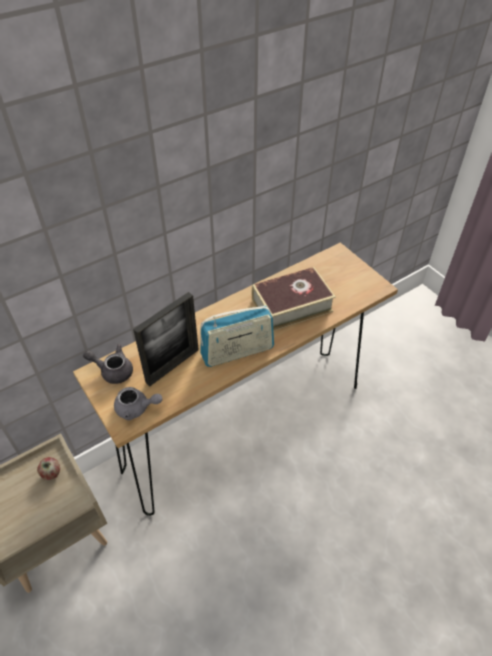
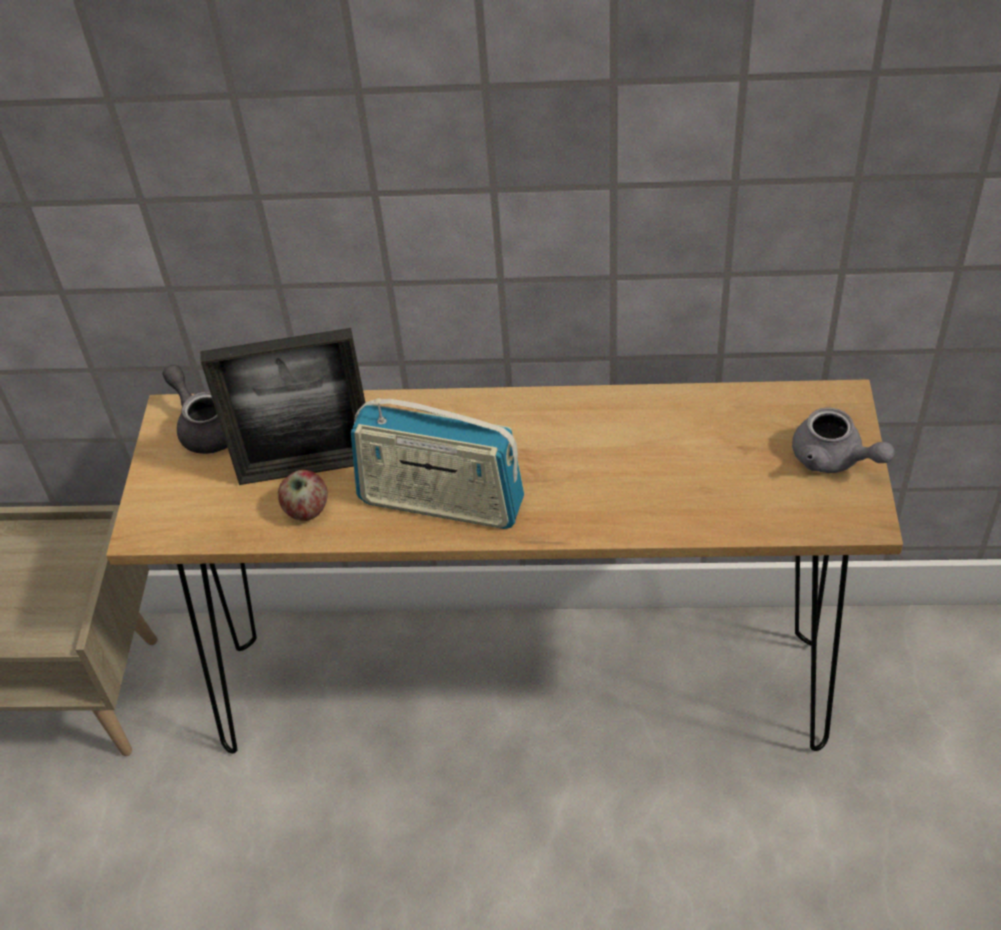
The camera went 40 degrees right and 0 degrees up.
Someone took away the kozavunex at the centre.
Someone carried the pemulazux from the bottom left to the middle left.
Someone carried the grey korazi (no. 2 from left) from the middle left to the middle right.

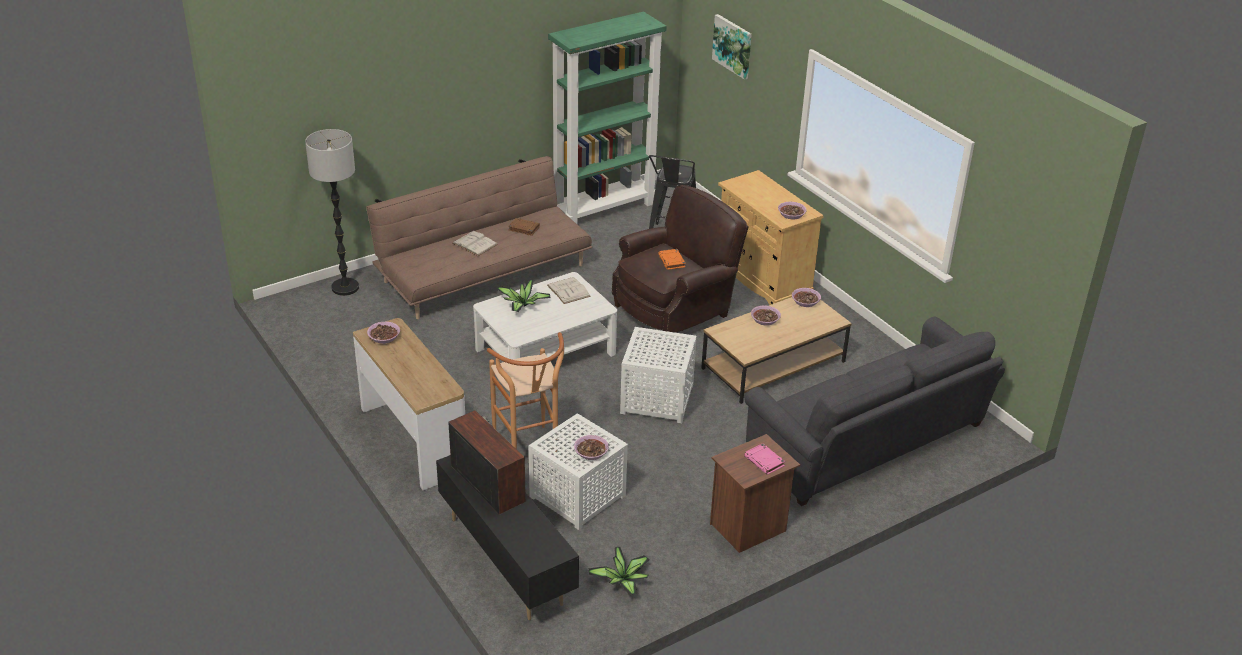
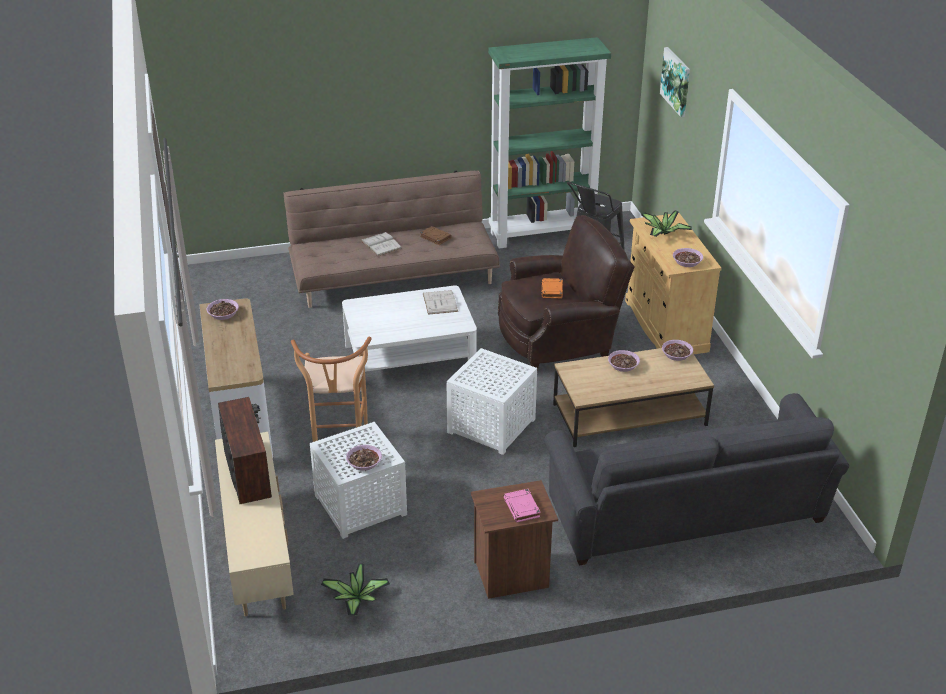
The camera went 20 degrees right and 0 degrees up.
Someone took away the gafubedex at the top left.
Someone carried the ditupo (no. 1 from left in the first image) from the centre to the top right.
Someone repainted the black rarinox at the bottom centre, which became the beige rarinox at the bottom left.

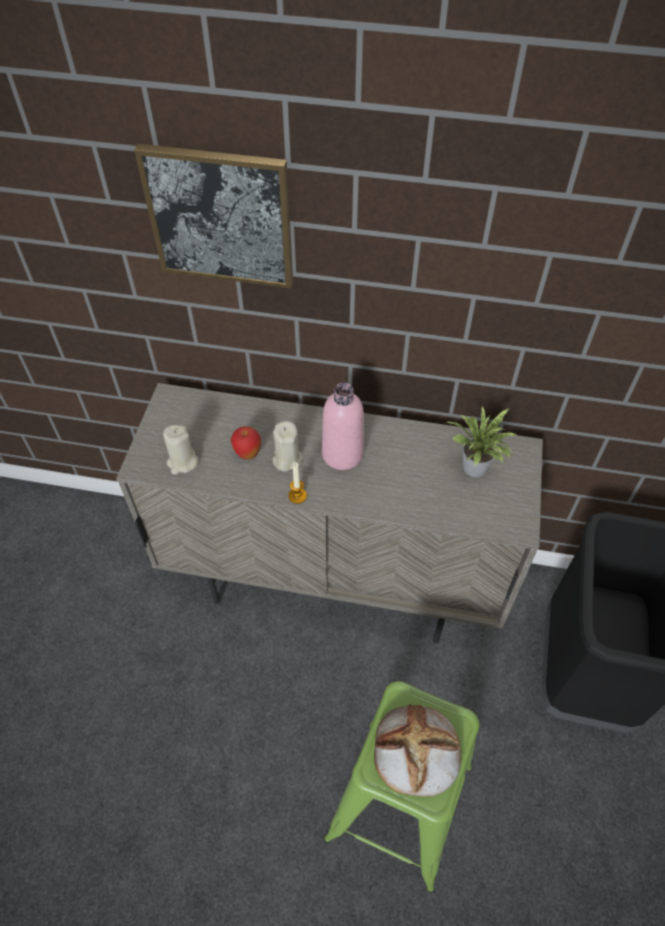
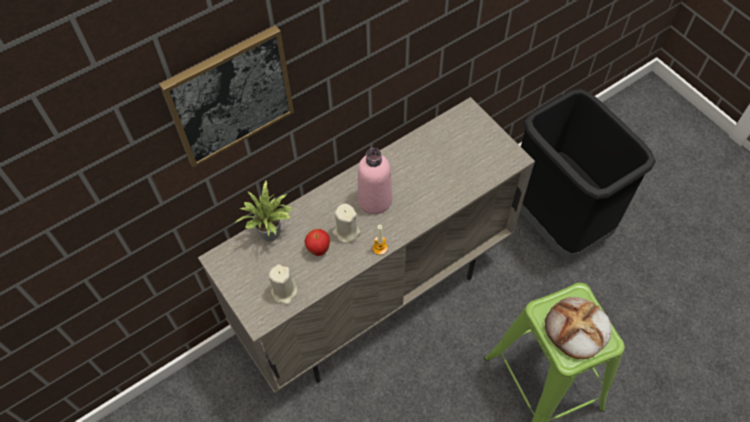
The camera went 45 degrees left and 5 degrees up.
Someone carried the ditupo from the middle right to the centre.

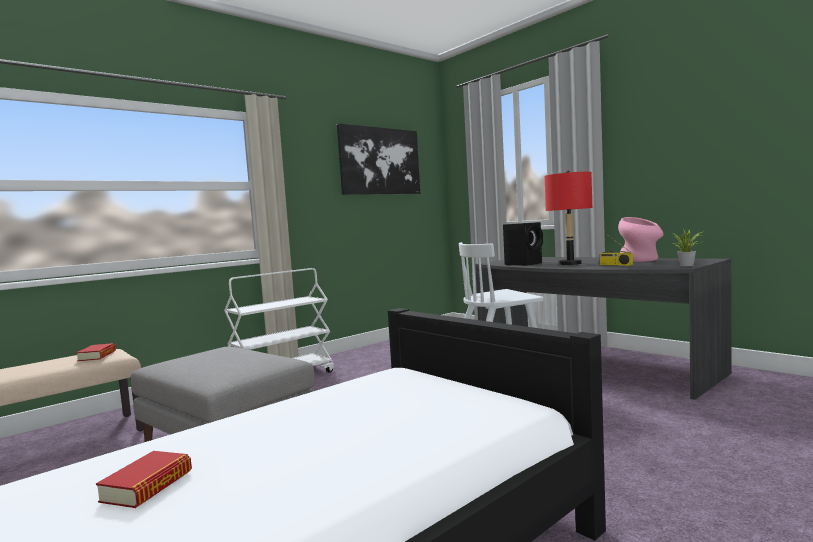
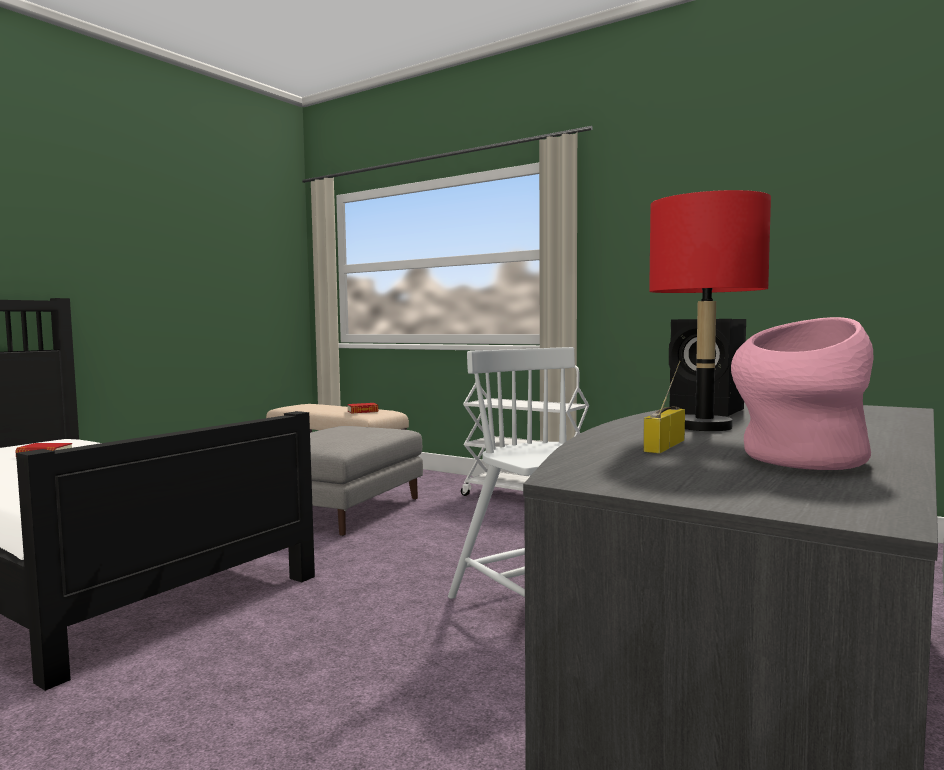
The camera went 75 degrees right and 0 degrees up.
Someone took away the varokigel at the top centre.
Someone took away the ditupo at the middle right.

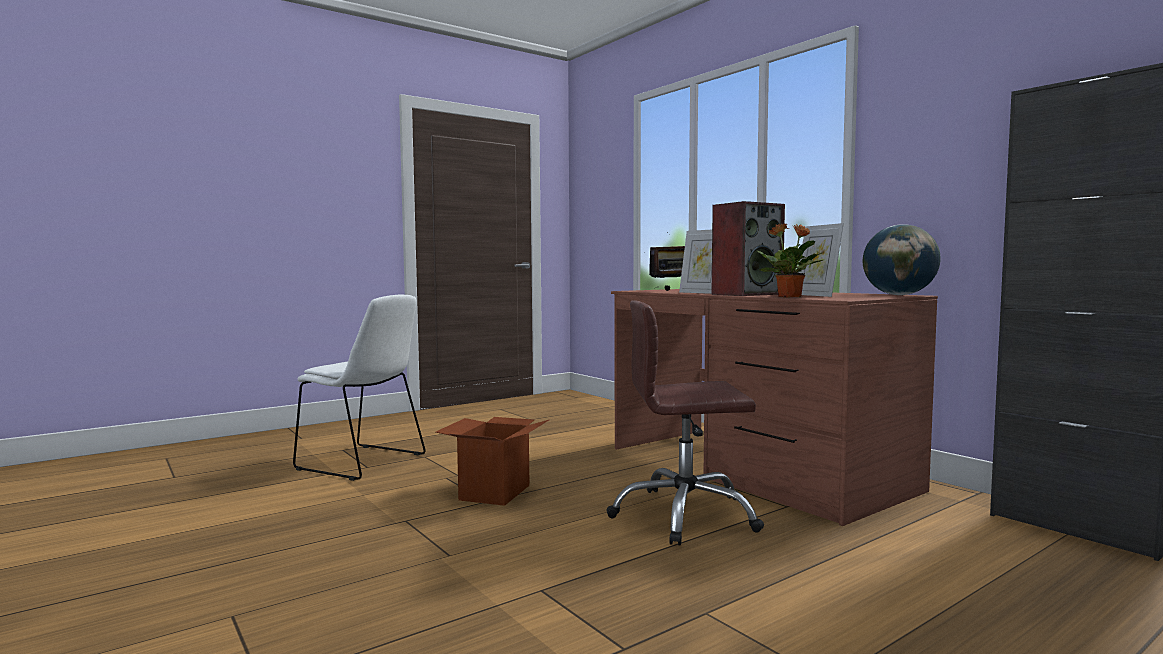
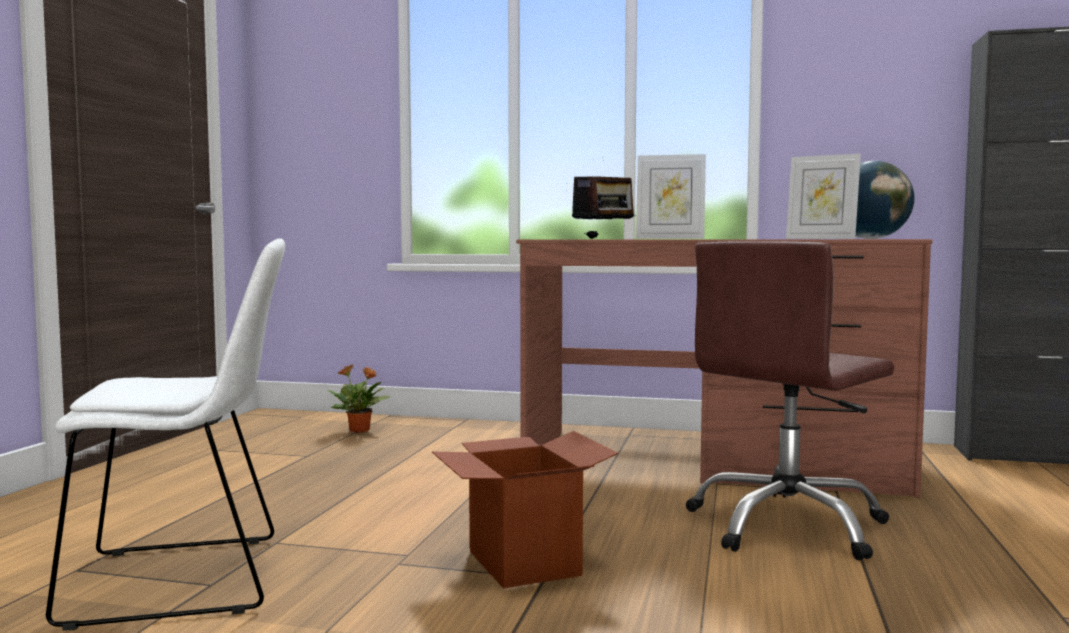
The camera went 40 degrees left and 0 degrees up.
Someone took away the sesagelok at the centre.
Someone carried the ditupo from the middle right to the centre.

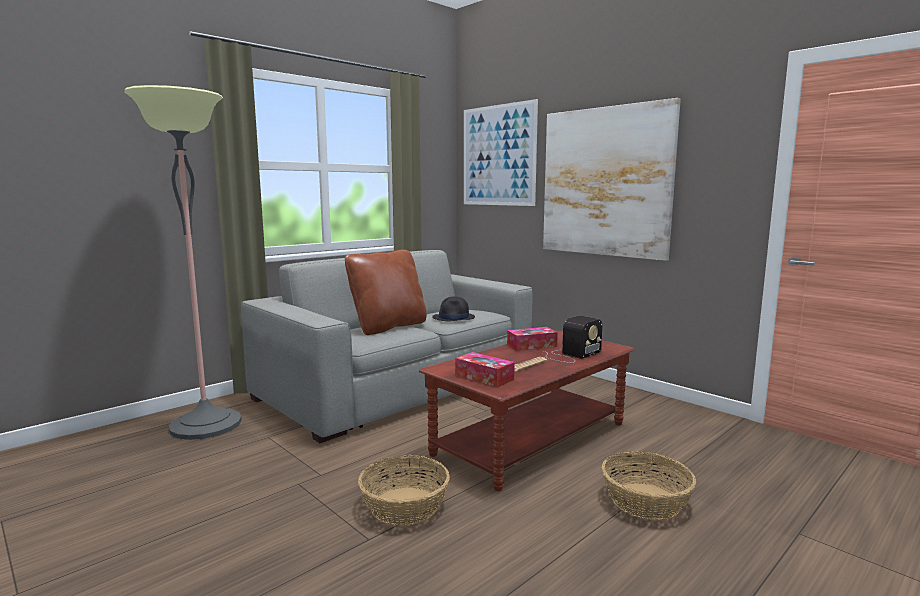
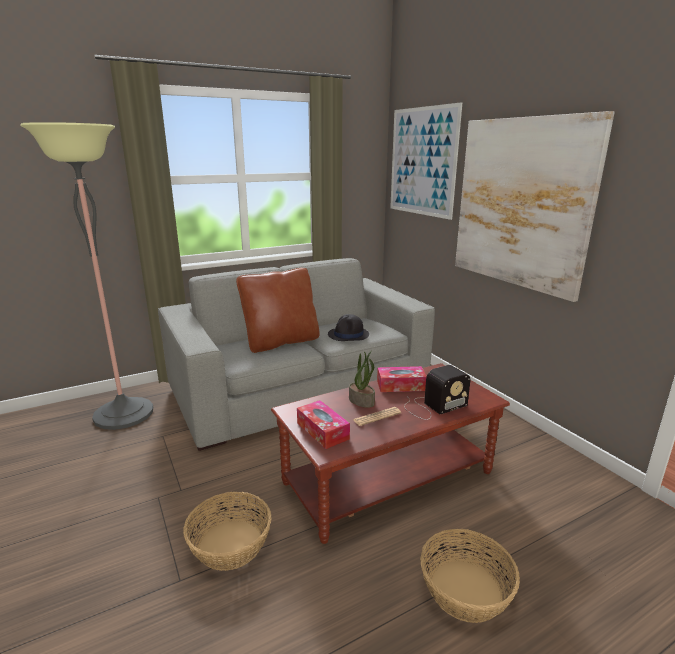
The camera went 15 degrees right and 10 degrees up.
Someone put down the ditupo at the centre.

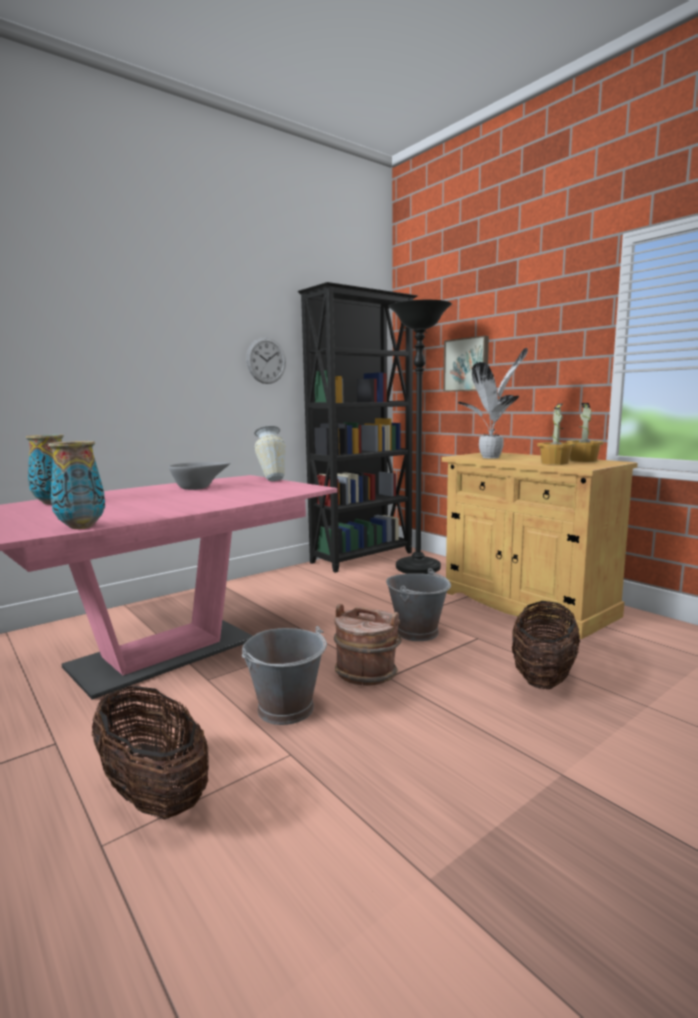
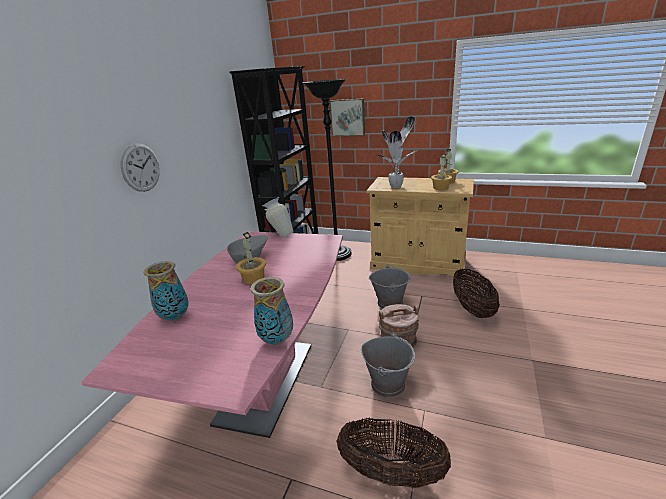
The camera went 30 degrees left and 15 degrees up.
Someone put down the ditupo (no. 1 from left) at the centre.
Someone carried the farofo from the centre to the middle left.

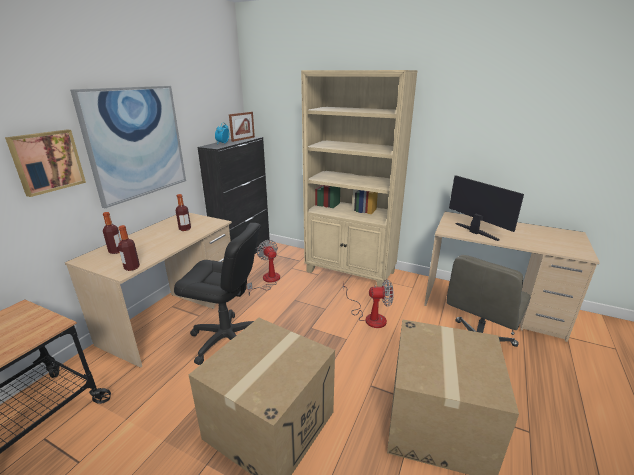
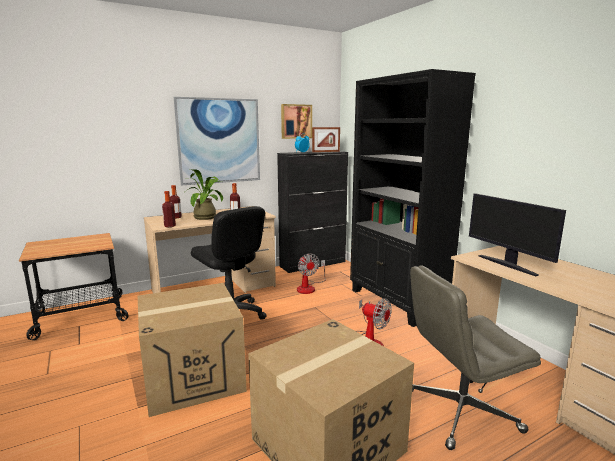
The camera went 35 degrees right and 10 degrees down.
Someone put down the ditupo at the middle left.
Someone carried the varokigel (no. 1 from left in the first image) from the middle left to the top centre.
Someone repainted the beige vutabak at the centre, which became the black vutabak at the middle right.
Someone rotated the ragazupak (no. 1 from left) at the centre by 150 degrees clockwise.
Someone rotated the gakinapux at the middle right by 150 degrees clockwise.

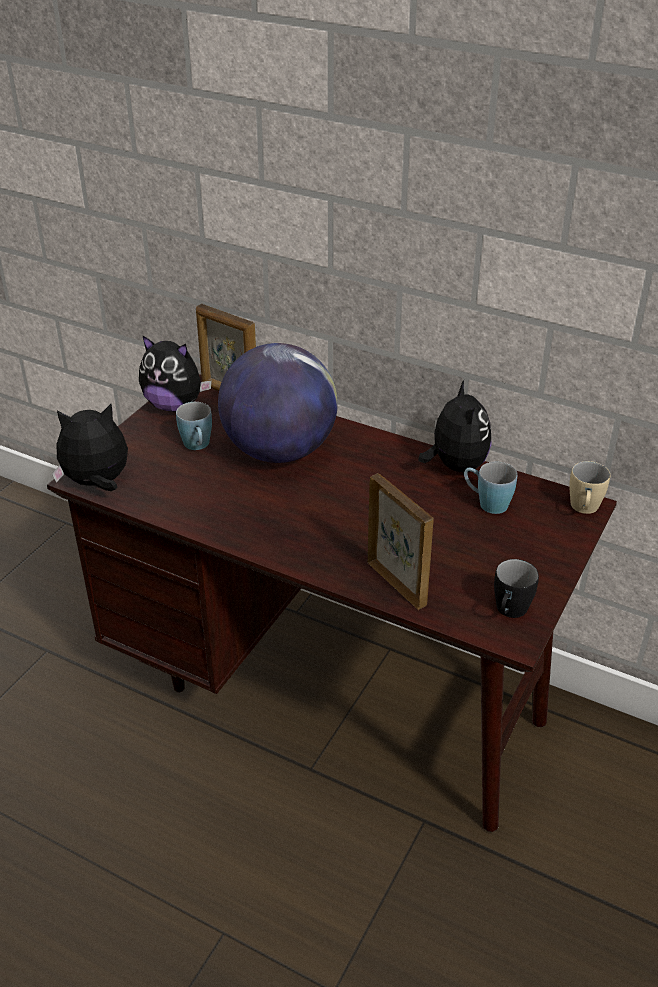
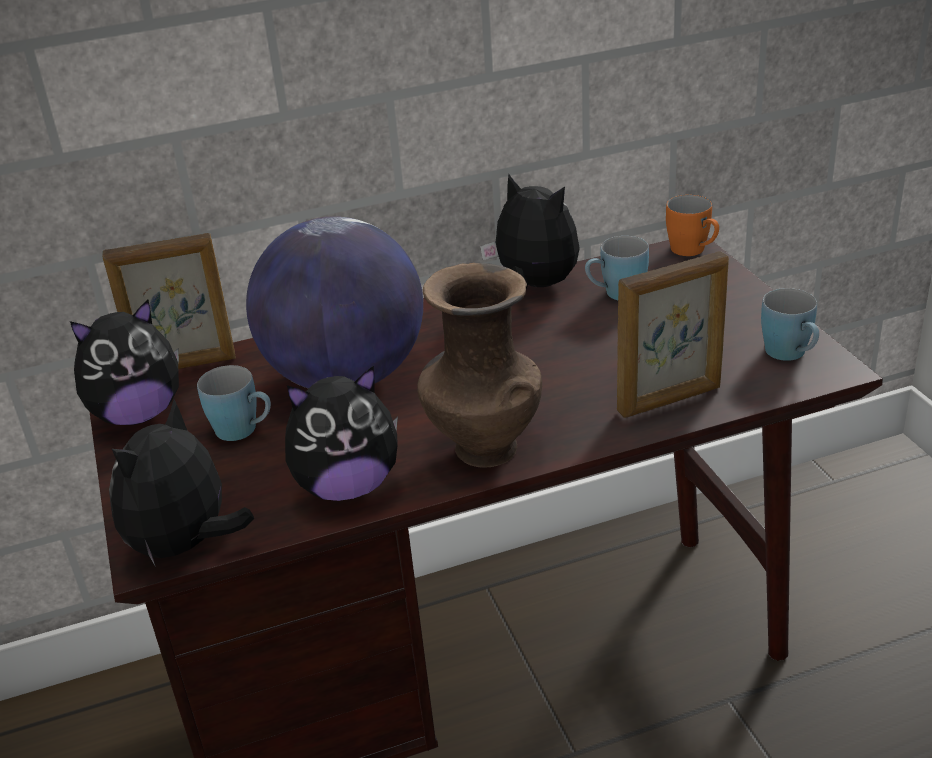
The camera went 45 degrees left and 5 degrees down.
Someone put down the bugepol (no. 3 from left) at the centre.
Someone put down the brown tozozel at the centre.
Someone repainted the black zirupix at the middle right, which became the blue zirupix (no. 3 from left) at the middle right.
Someone repainted the beige zirupix at the middle right, which became the orange zirupix at the top right.
Someone rotated the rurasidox (no. 2 from left) at the centre by 150 degrees clockwise.

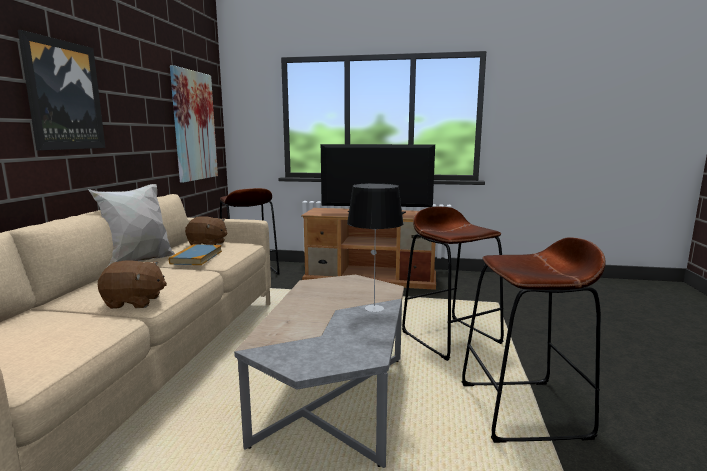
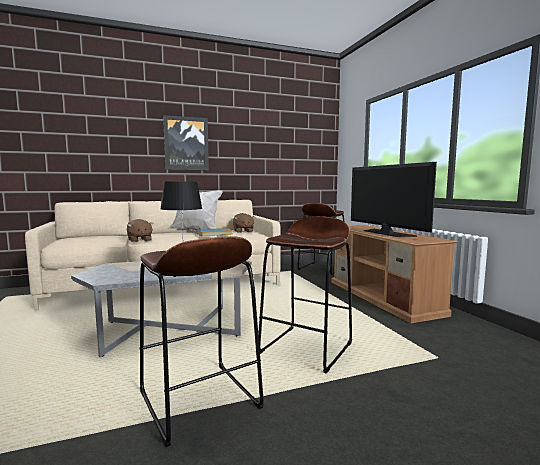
The camera went 60 degrees right and 5 degrees down.
Someone took away the varokigel (no. 2 from left) at the top left.

